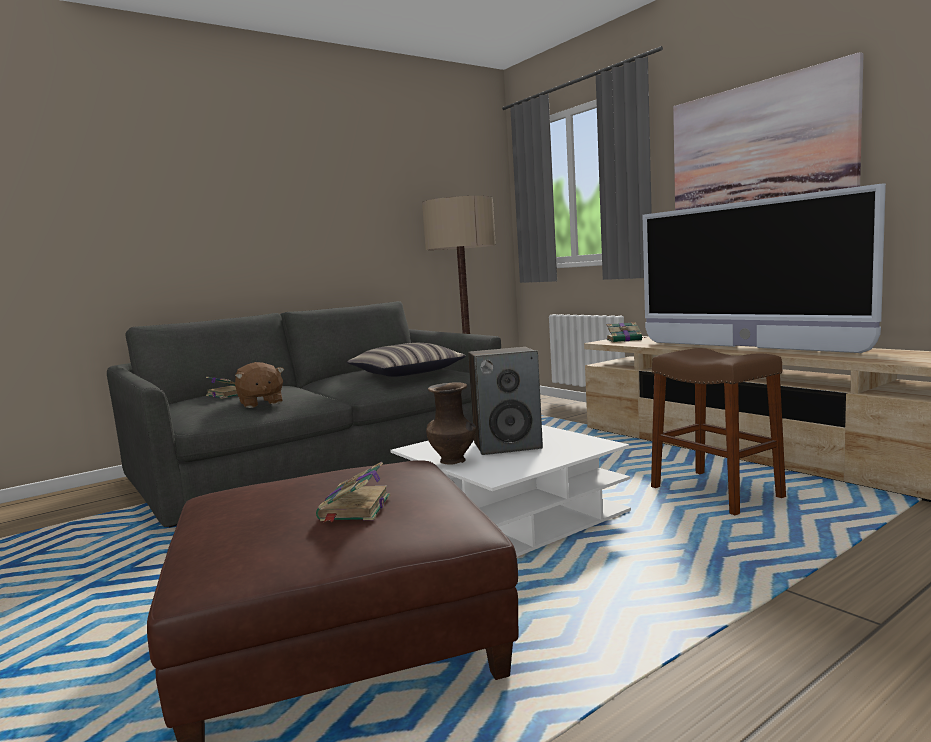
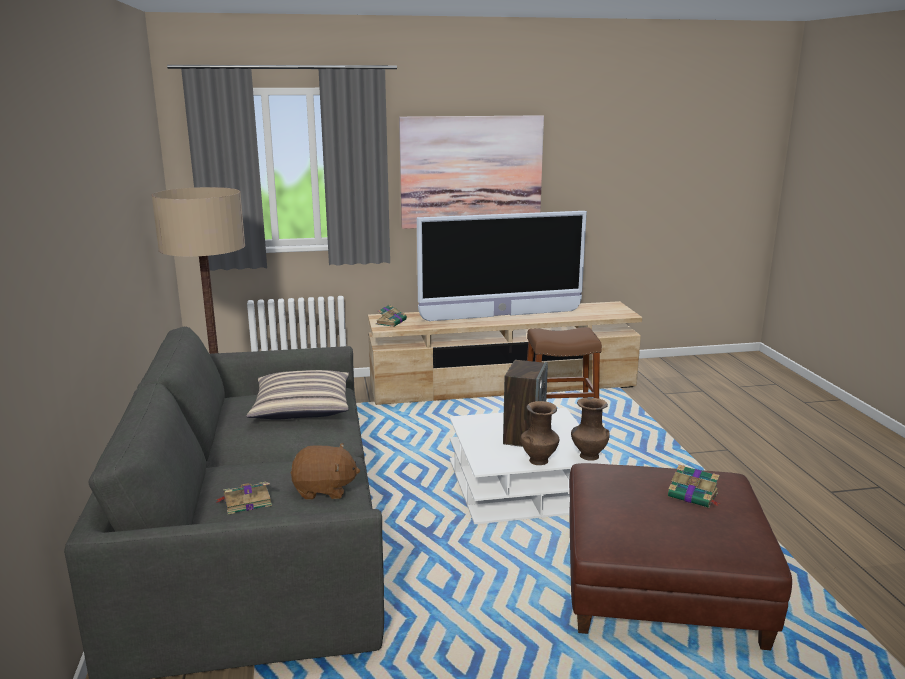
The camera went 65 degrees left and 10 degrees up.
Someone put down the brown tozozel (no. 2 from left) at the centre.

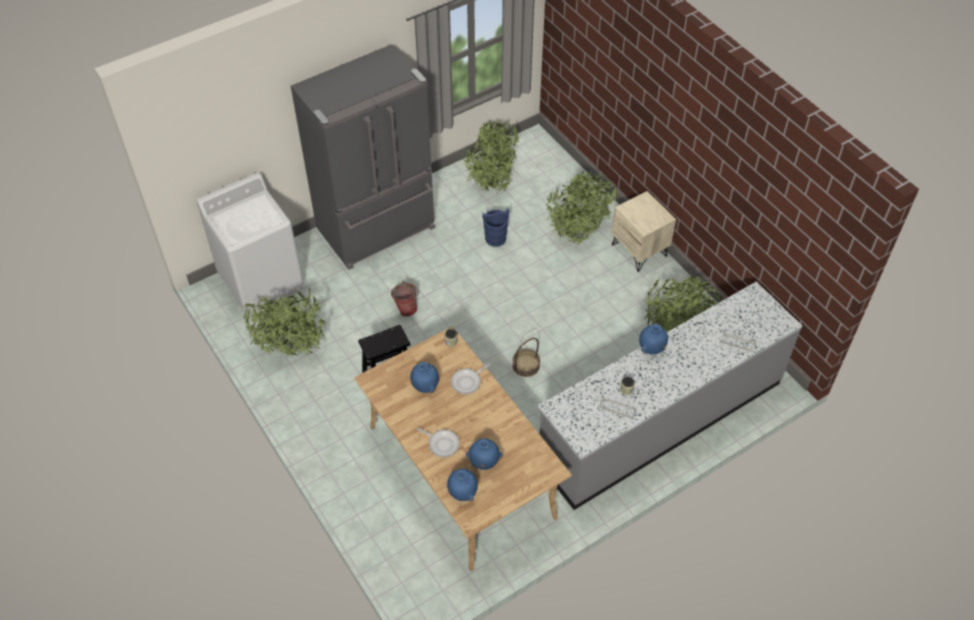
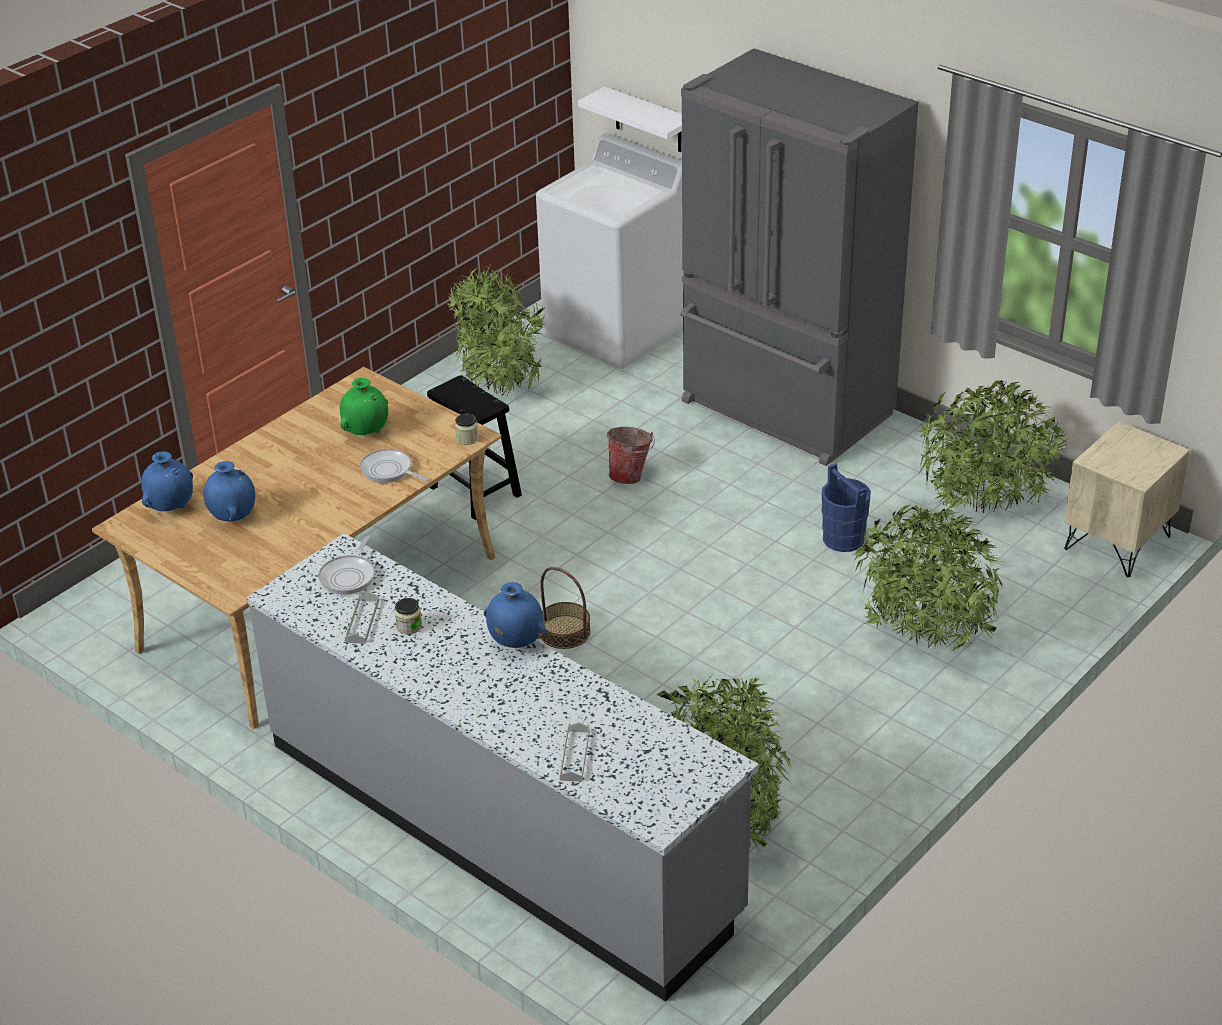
The camera went 75 degrees right and 15 degrees down.
Someone put up the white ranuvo at the top centre.
Someone carried the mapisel (no. 1 from left) from the bottom centre to the middle left.
Someone carried the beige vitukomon from the centre to the middle right.
Someone repainted the blue tozozel (no. 1 from left) at the centre, which became the green tozozel at the middle left.

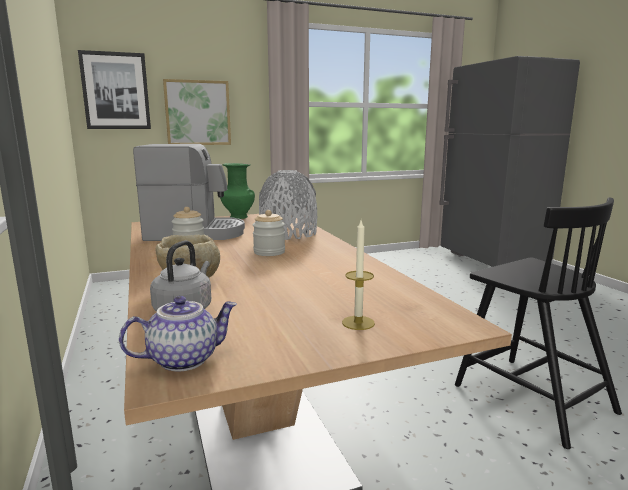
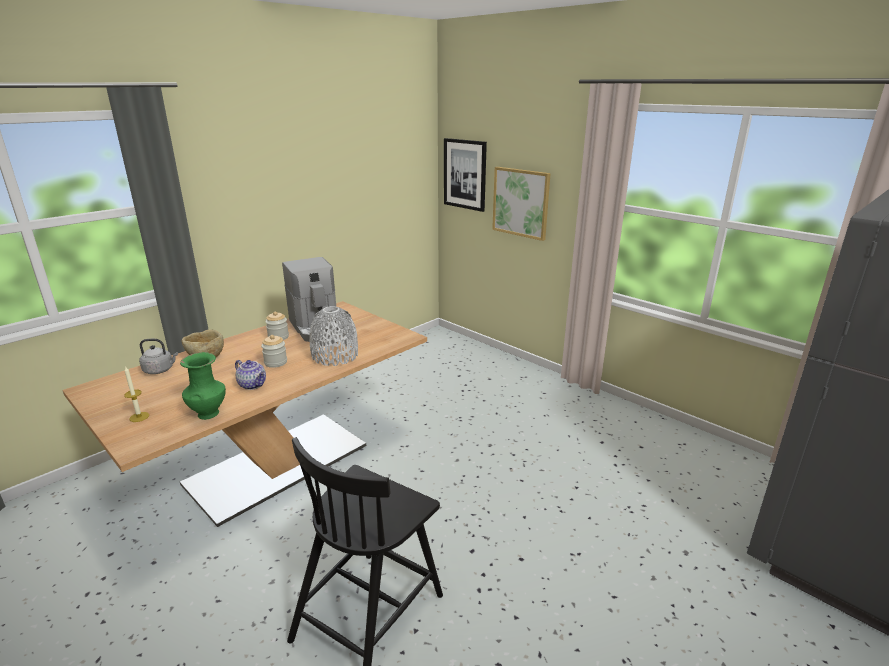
The camera went 65 degrees right and 10 degrees up.
Someone carried the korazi from the bottom left to the middle left.
Someone carried the green tozozel from the centre to the middle left.

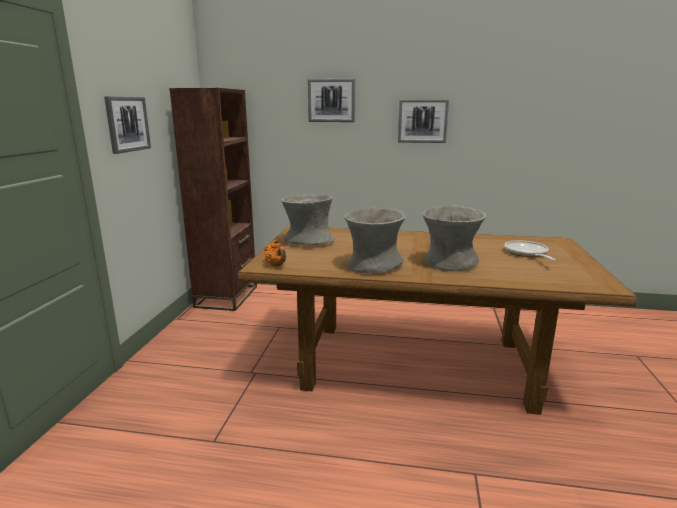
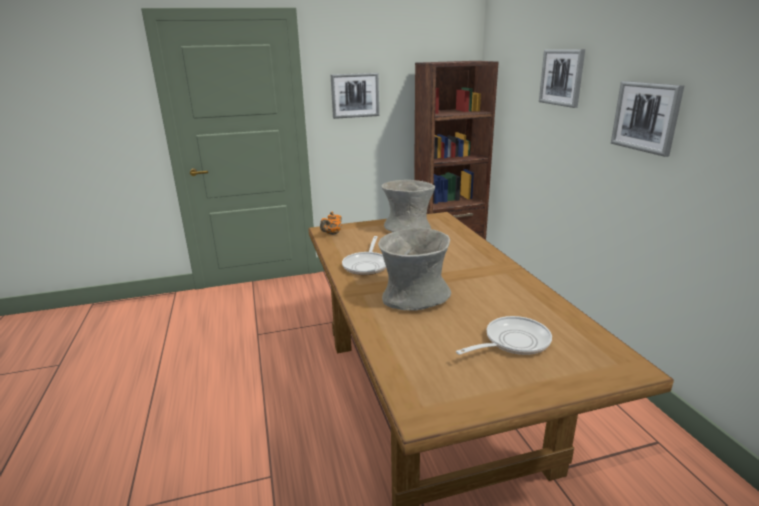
The camera went 65 degrees right and 5 degrees up.
Someone swapped the grey tozozel (no. 2 from left) at the centre for the mapisel (no. 1 from left) at the centre.

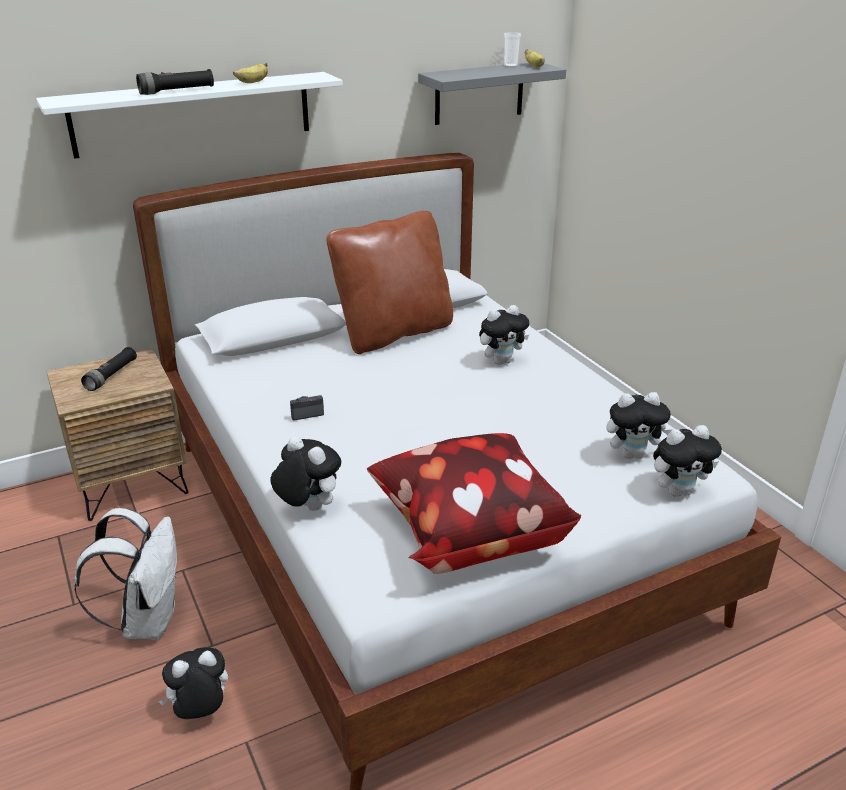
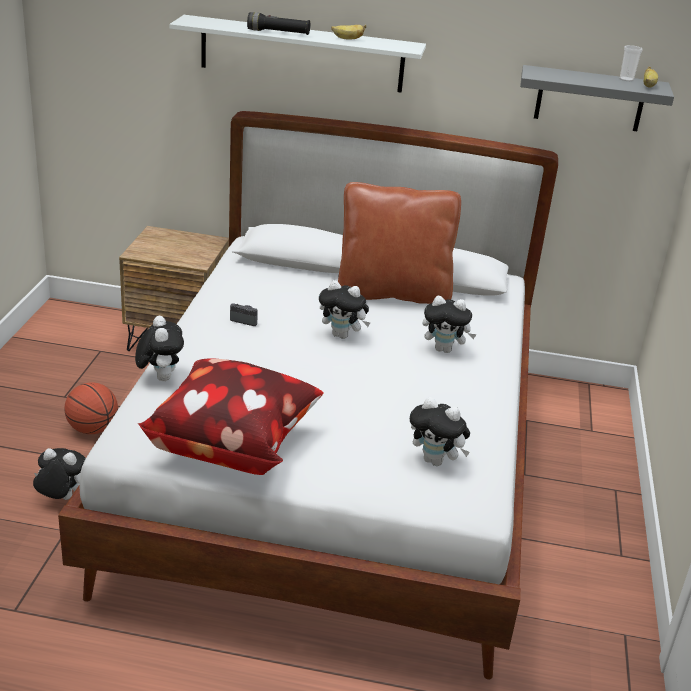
The camera went 35 degrees right and 0 degrees up.
Someone took away the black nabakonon (no. 1 from left) at the middle left.
Someone carried the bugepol (no. 5 from left in the first image) from the middle right to the centre.
Someone swapped the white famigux at the bottom left for the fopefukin at the middle left.

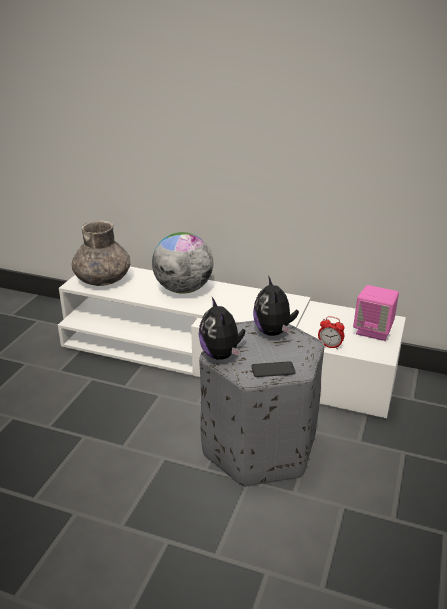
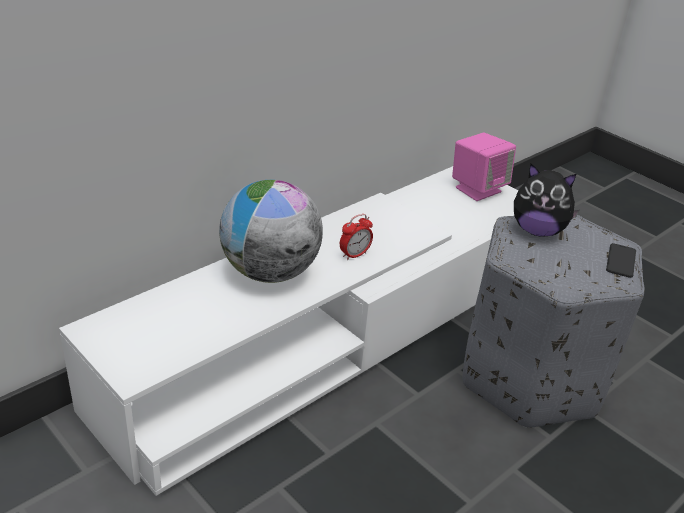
The camera went 65 degrees left and 5 degrees up.
Someone took away the grey tozozel at the middle left.
Someone took away the bugepol (no. 1 from left) at the centre.
Someone carried the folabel from the middle right to the centre.

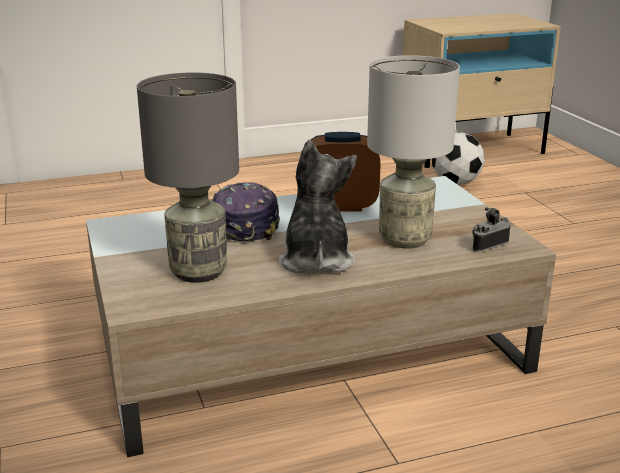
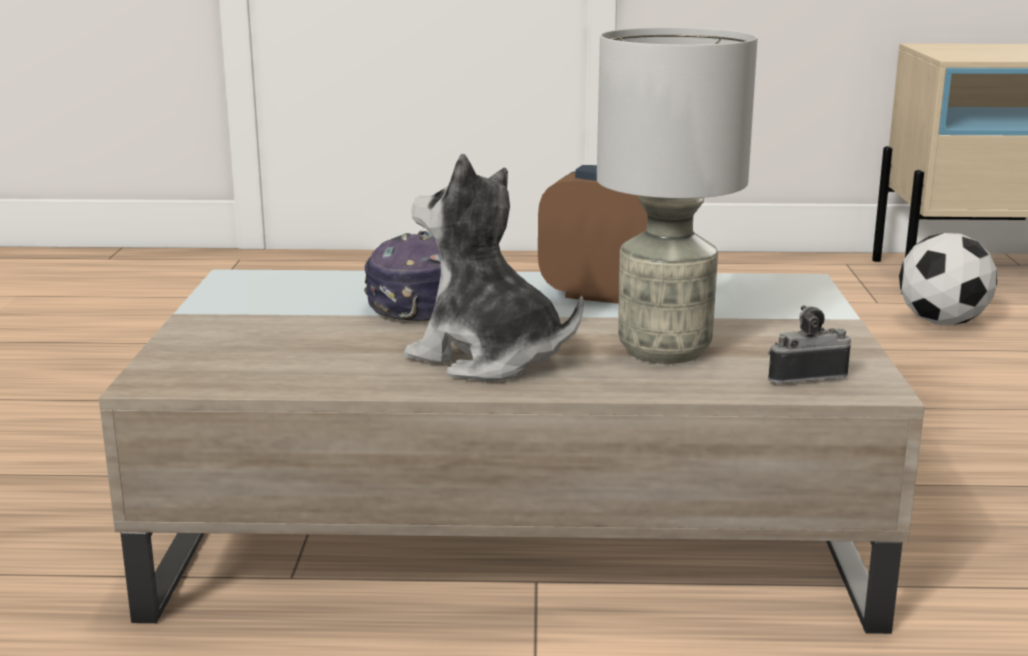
The camera went 20 degrees right and 5 degrees down.
Someone took away the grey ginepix (no. 1 from left) at the middle left.
Someone rotated the bugepol at the centre by 75 degrees counterclockwise.

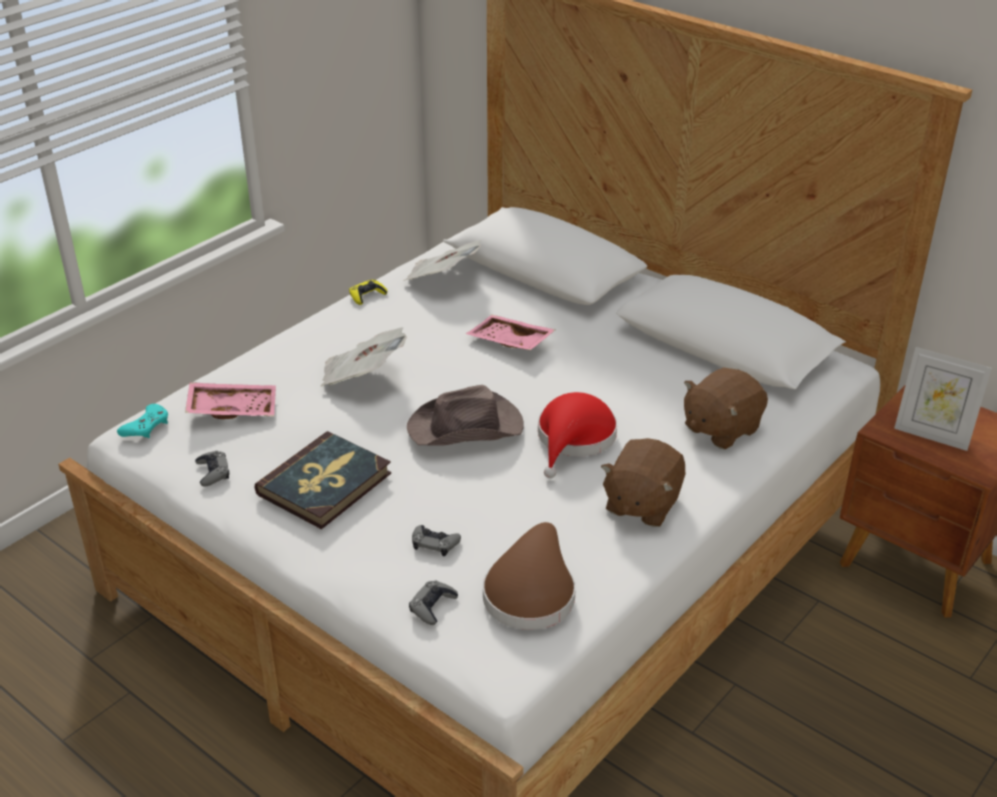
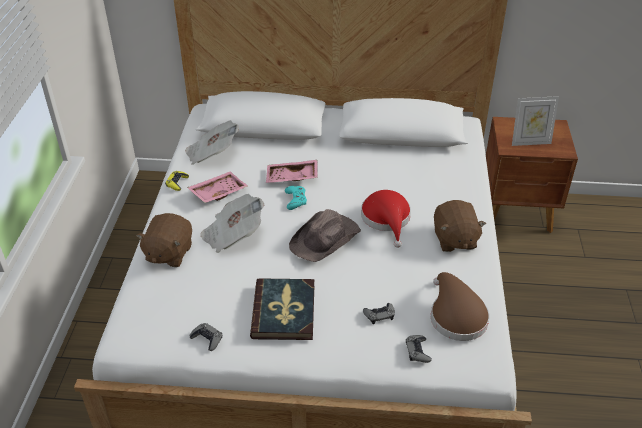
The camera went 35 degrees left and 5 degrees up.
Someone carried the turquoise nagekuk from the middle left to the centre.
Someone carried the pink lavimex (no. 1 from left) from the middle left to the centre.
Someone carried the brown bugepol (no. 2 from left in the first image) from the middle right to the middle left.

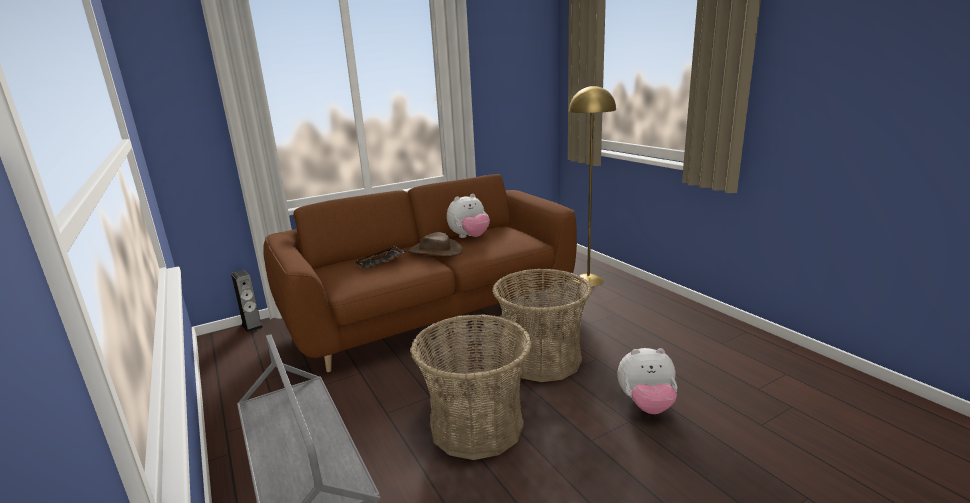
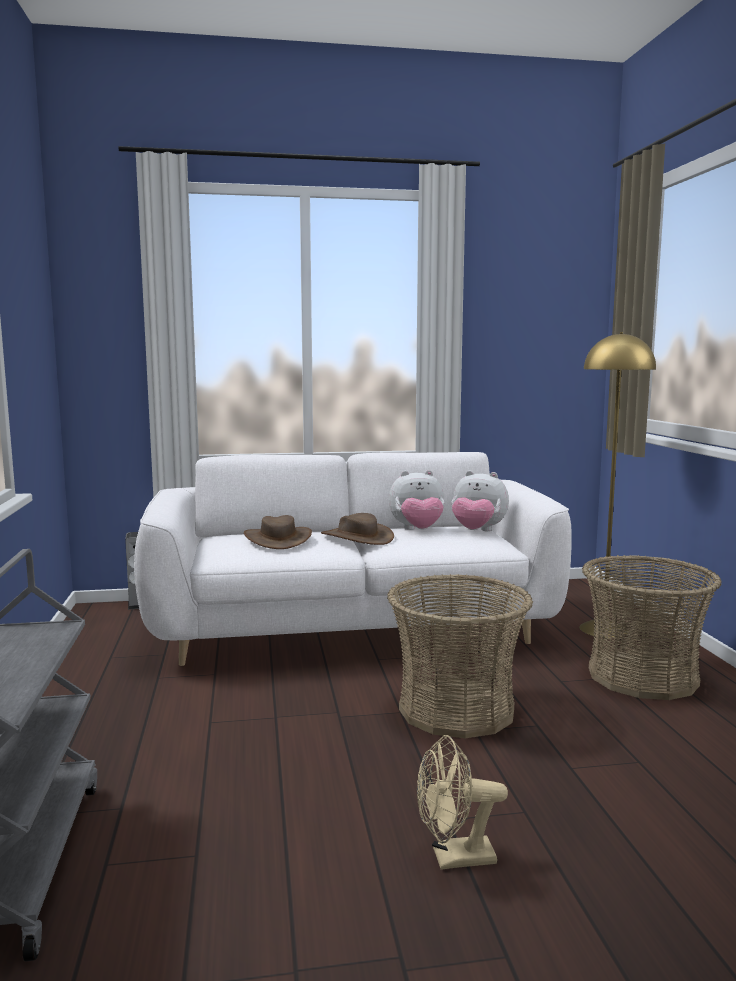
The camera went 20 degrees right and 10 degrees down.
Someone put down the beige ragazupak at the bottom centre.
Someone carried the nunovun (no. 1 from left in the first image) from the bottom centre to the middle right.
Someone carried the bugepol (no. 2 from left) from the bottom right to the centre.
Someone swapped the black lavimex at the centre for the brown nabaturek (no. 1 from left) at the centre.
Someone repainted the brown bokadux at the centre, which became the white bokadux at the centre.

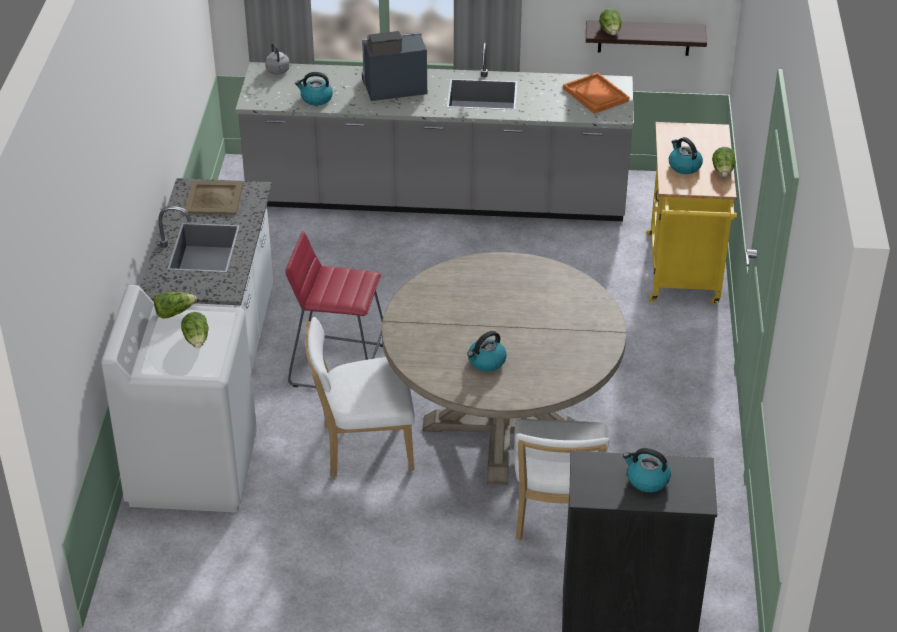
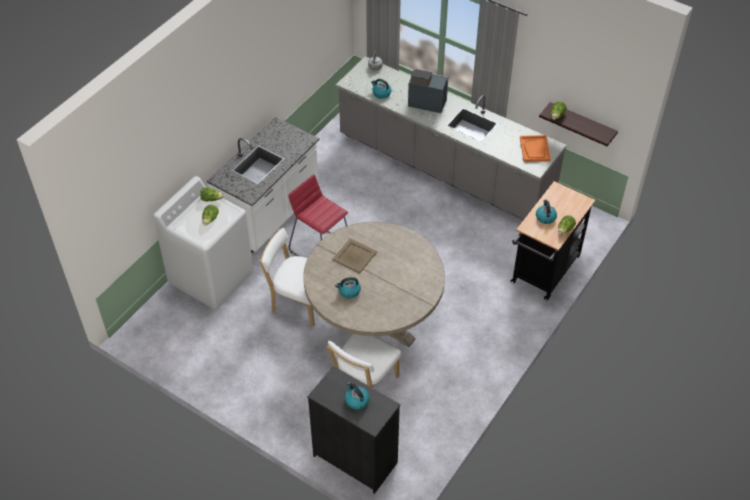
The camera went 30 degrees right and 10 degrees up.
Someone carried the beige lavimex from the top left to the centre.
Someone repainted the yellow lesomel at the middle right, which became the black lesomel at the middle right.

